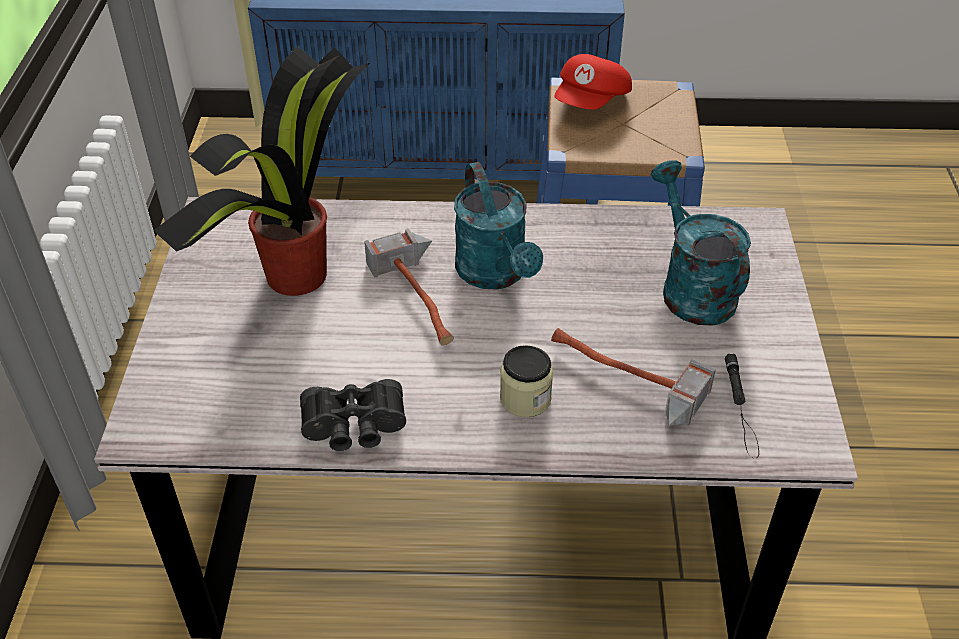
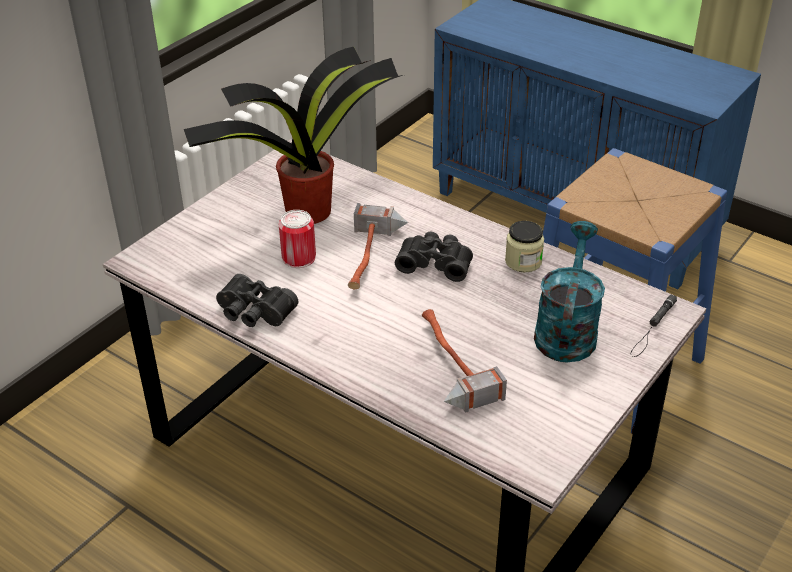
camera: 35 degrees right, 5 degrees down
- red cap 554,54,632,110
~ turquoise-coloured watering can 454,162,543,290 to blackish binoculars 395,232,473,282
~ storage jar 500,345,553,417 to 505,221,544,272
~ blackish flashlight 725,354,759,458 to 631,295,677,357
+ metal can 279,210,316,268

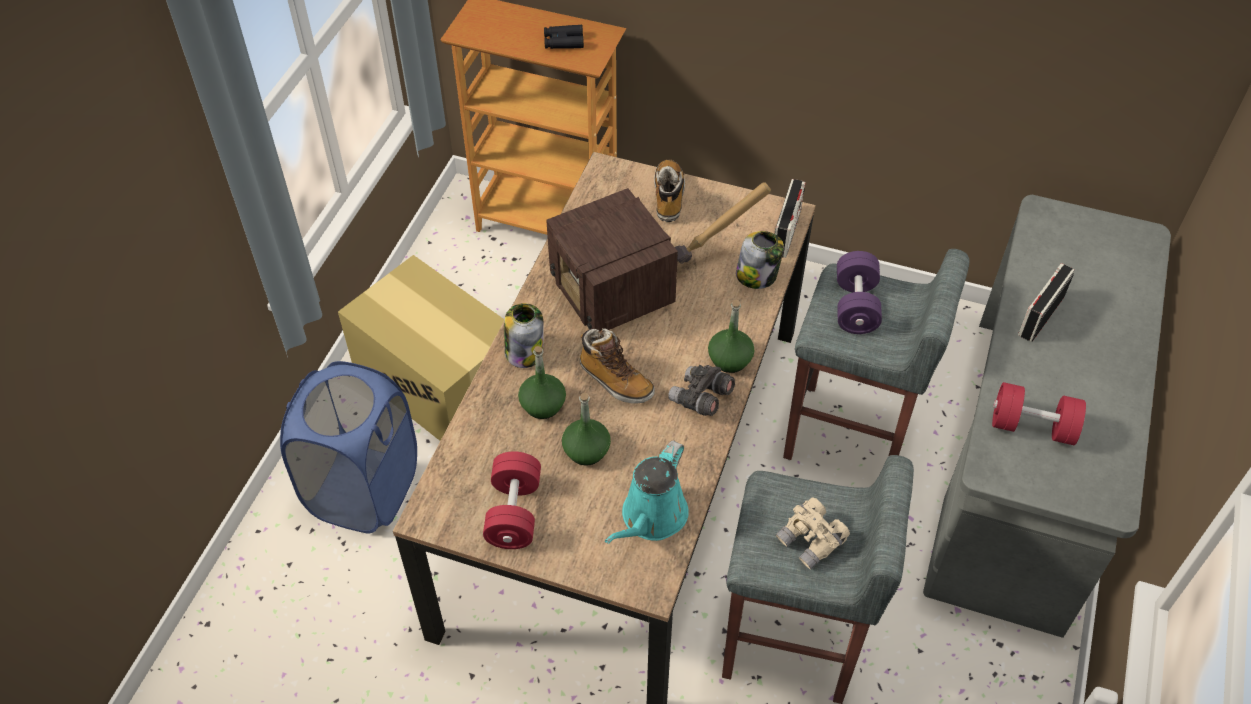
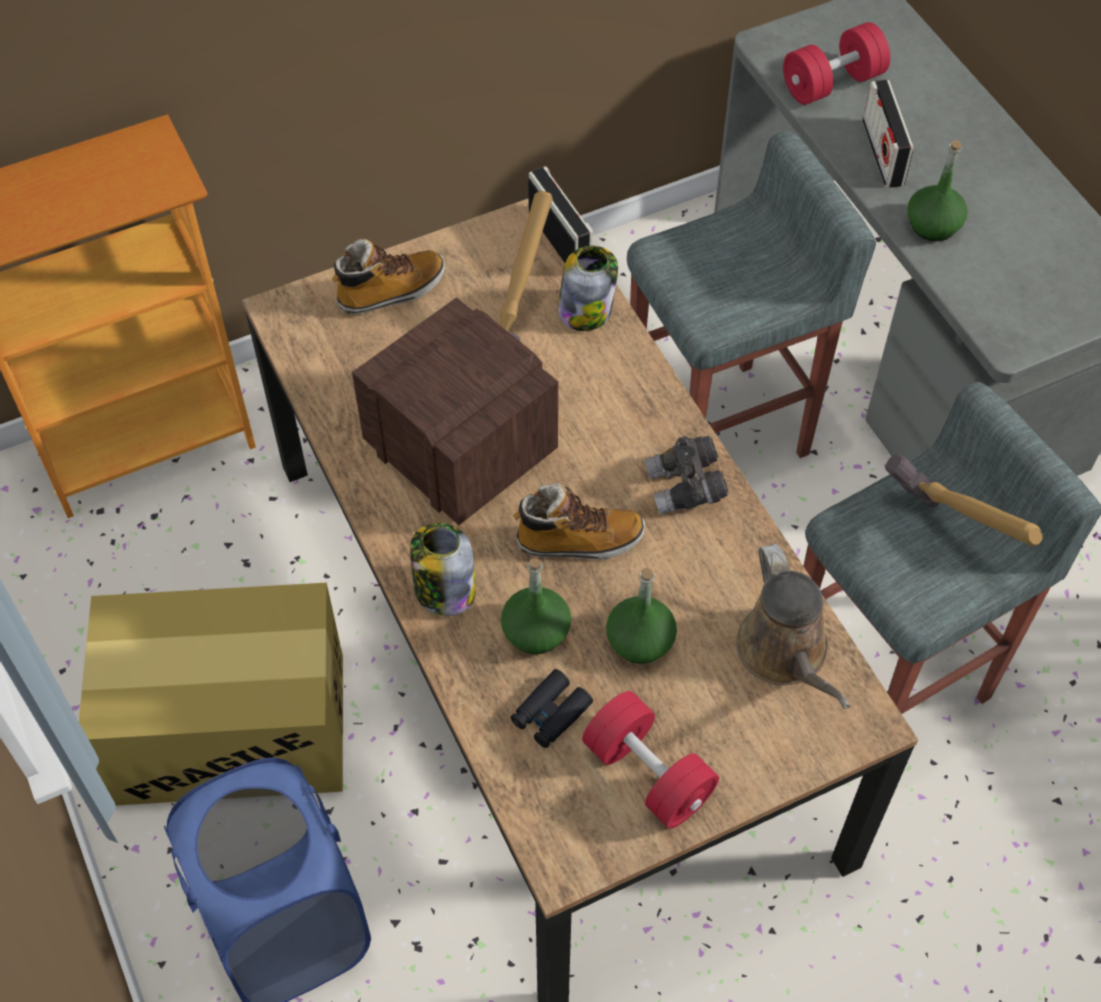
camera: 45 degrees left, 5 degrees up
~ blackish binoculars 544,25,584,49 to 511,669,593,748
~ high-top boot 654,159,685,222 = 331,239,445,315 105 degrees clockwise
~ radio set 546,188,678,331 = 352,297,558,525 150 degrees counterclockwise
- purplish dumbbell 837,251,882,334
~ green-coloured beverage bottle 708,300,754,373 to 907,140,968,241
~ red dumbbell 992,382,1086,445 to 783,22,890,105
~ turquoise-coloured watering can 605,440,689,544 to brown watering can 736,544,850,709
~ beige binoculars 776,497,850,569 to tool hammer 885,454,1043,546

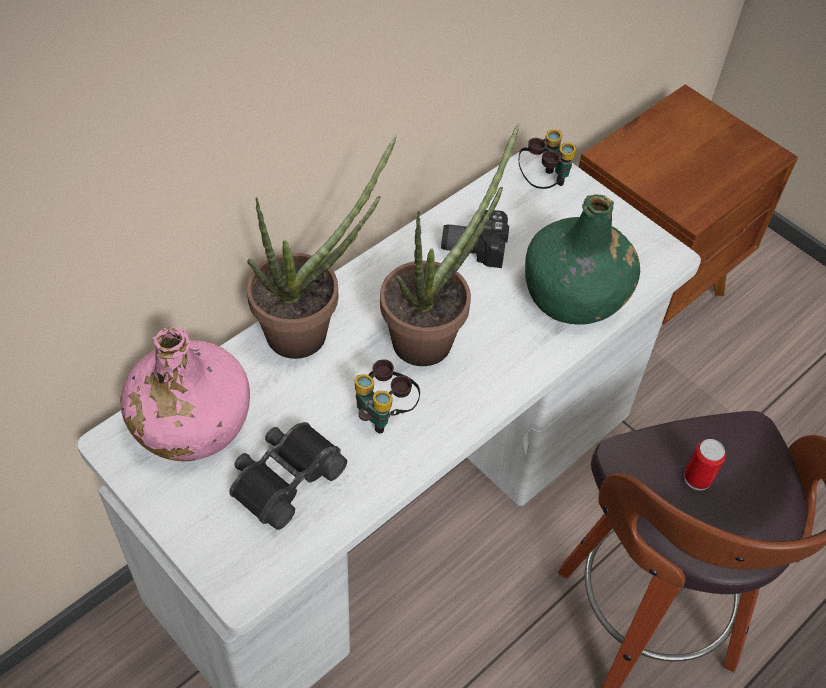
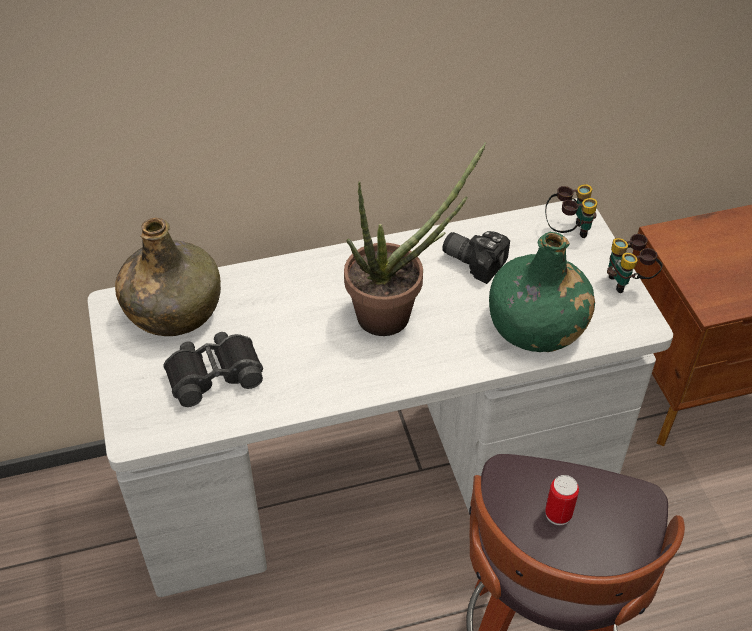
camera: 30 degrees right, 5 degrees down
- potted plant 247,134,397,359
~ pinkish beverage bottle 120,327,250,461 to green-coloured beverage bottle 115,217,221,336
~ binoculars 355,359,420,434 to 607,234,663,293

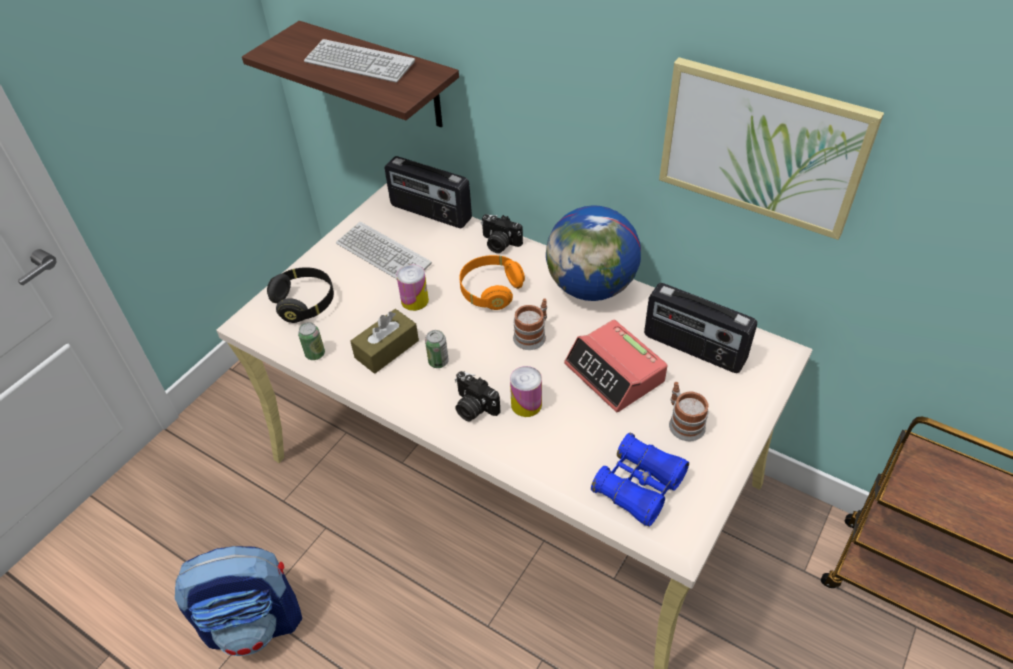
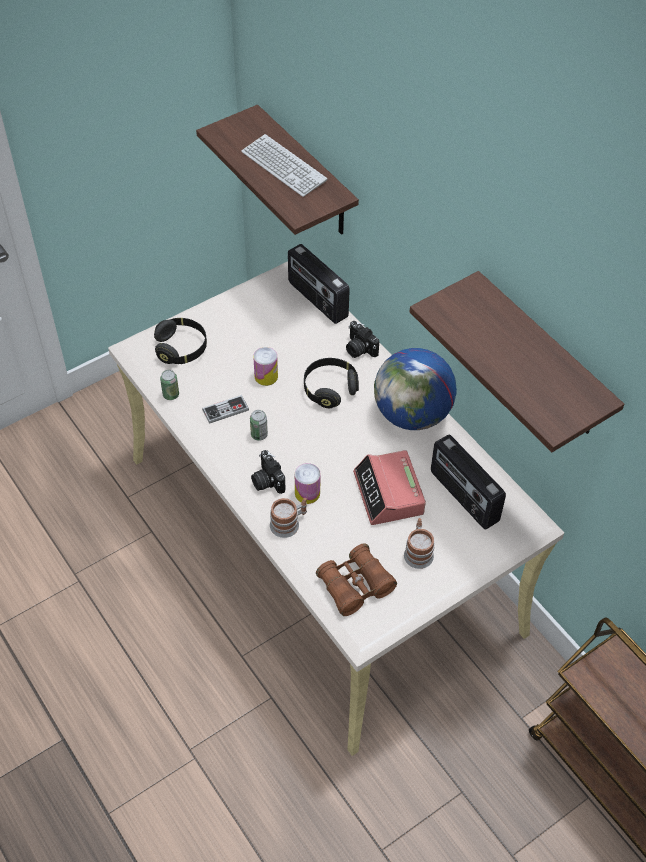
camera: 20 degrees right, 5 degrees up
~ picture 659,57,884,240 to shelf 410,271,624,452
- keyboard 336,222,432,279
~ orange headphones 459,255,525,310 to blackish headphones 304,358,359,408
~ mug 513,299,547,350 to 270,498,307,538
~ brown tissue box 350,309,419,374 to game controller 202,395,249,424
~ blue binoculars 591,433,689,527 to brown binoculars 316,543,397,616
- backpack 175,546,302,656

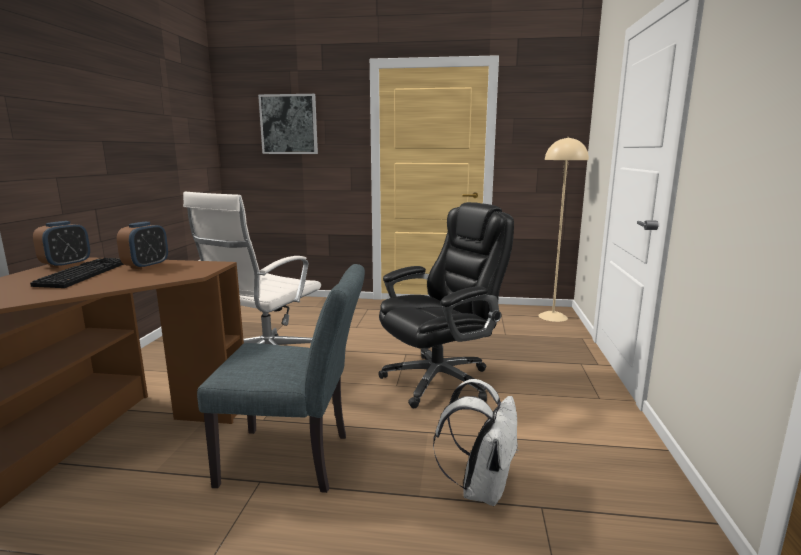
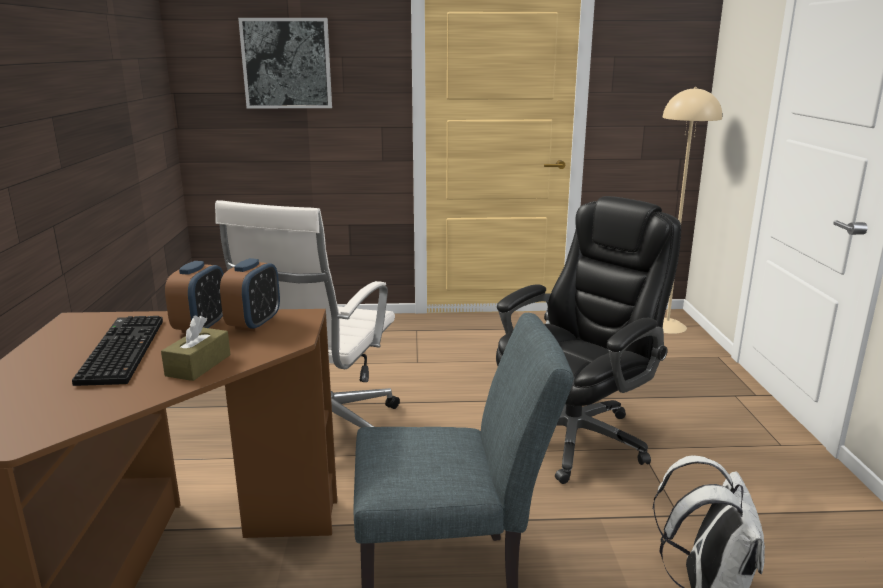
camera: 10 degrees left, 5 degrees up
~ alarm clock 33,221,90,268 to 220,258,280,332
+ brown tissue box 161,316,230,381

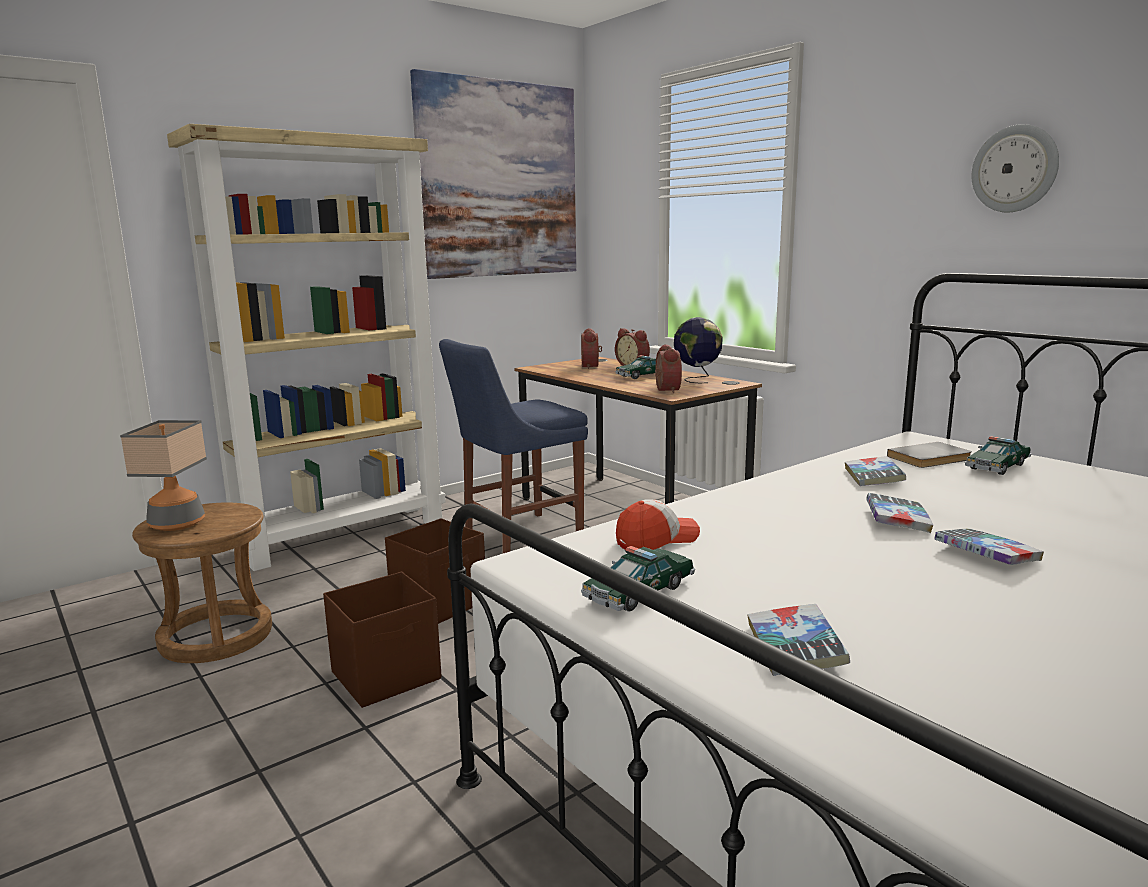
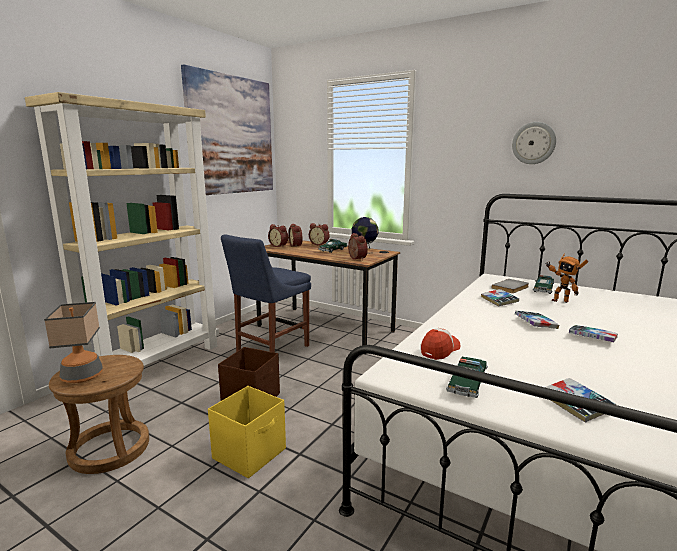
camera: 20 degrees left, 0 degrees up
~ brown storage box 323,572,441,708 to yellow storage box 208,386,286,479
+ alarm clock 268,224,288,247
+ robot figure 546,254,588,303

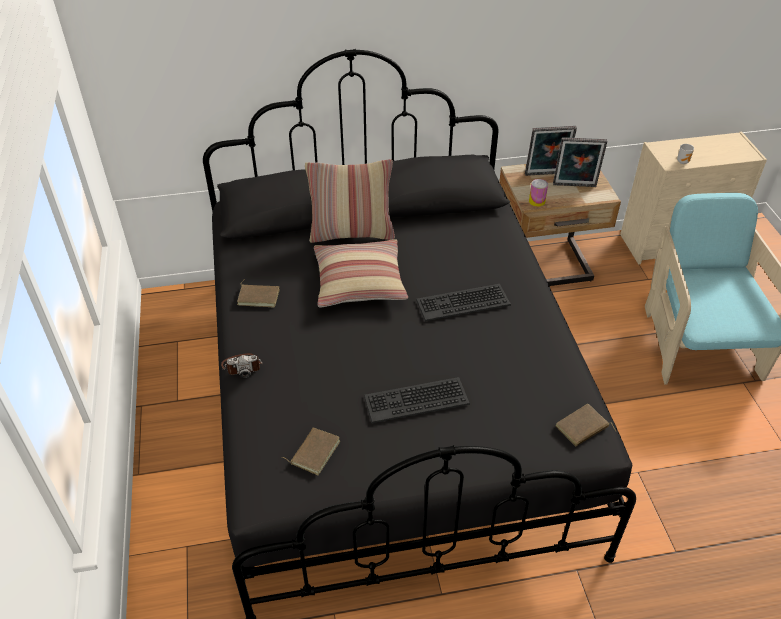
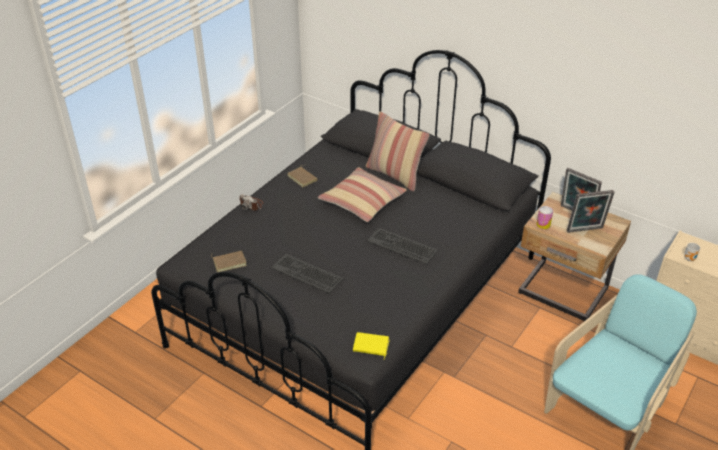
camera: 45 degrees right, 5 degrees down
~ standing frame 553,137,607,187 = 567,190,615,233 60 degrees counterclockwise
~ brown book 555,404,616,446 to yellow book 353,332,390,358

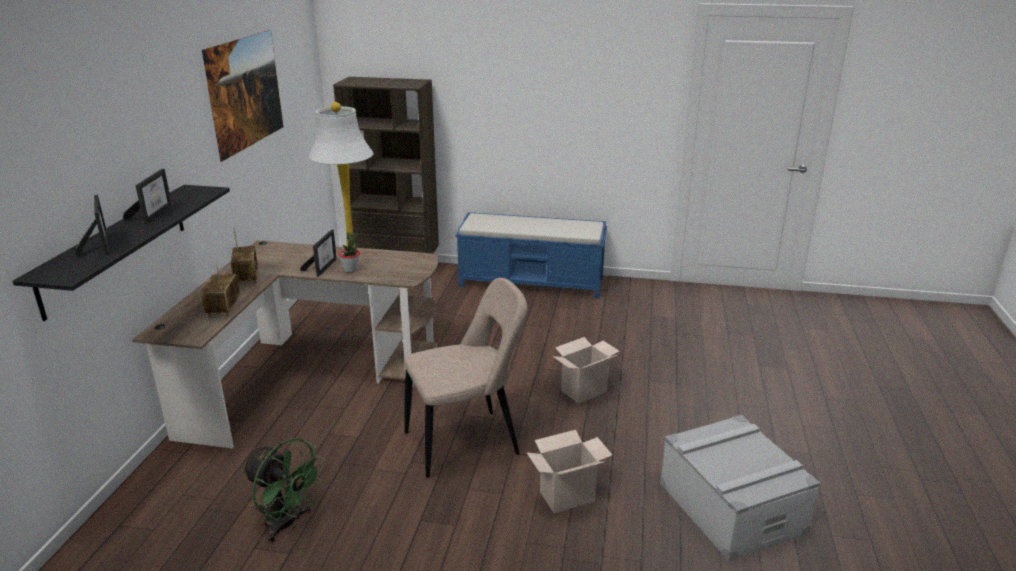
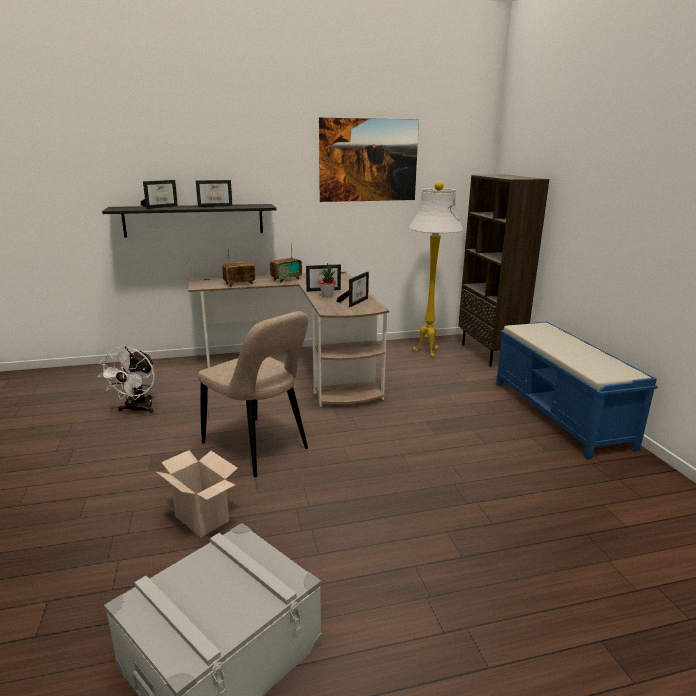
camera: 65 degrees right, 5 degrees down
- carton 553,337,619,404
~ green-coloured fan 242,438,325,543 to white fan 99,346,155,413
+ standing frame 336,272,369,307

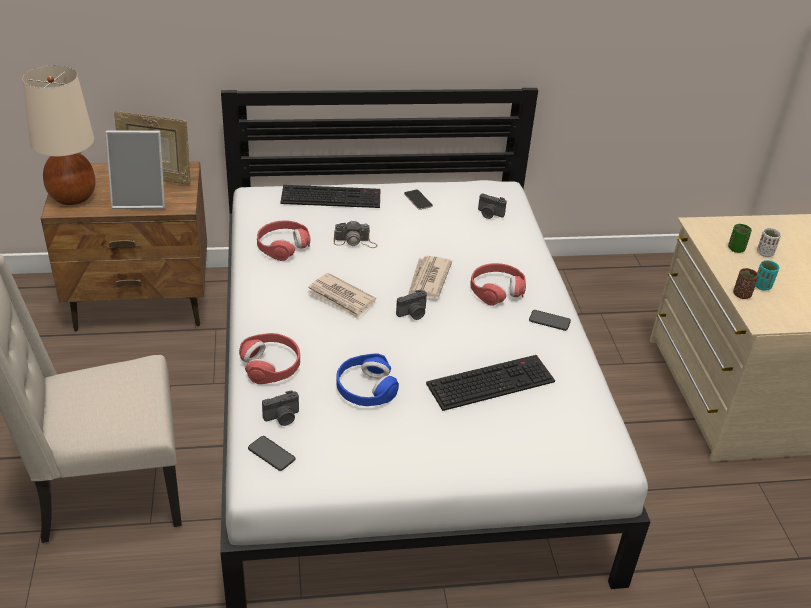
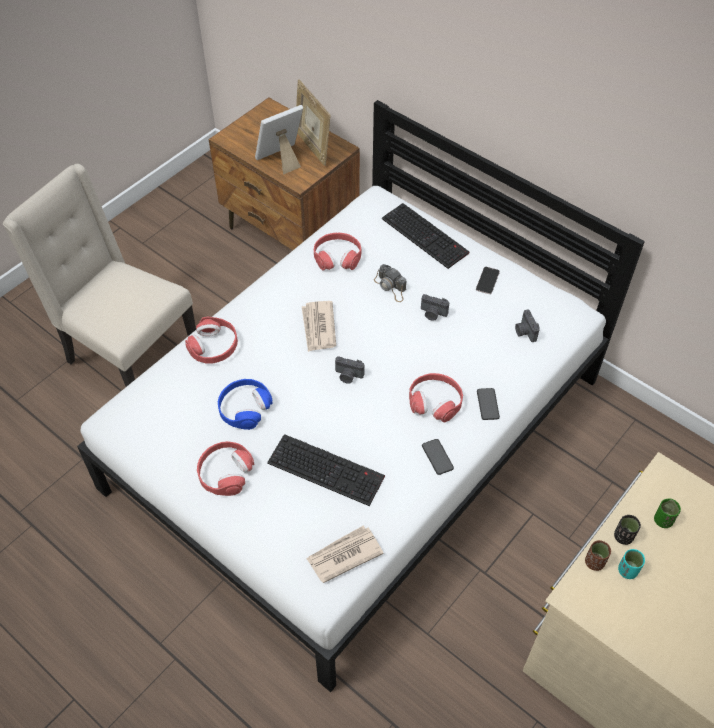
camera: 50 degrees right, 15 degrees up
- beige lamp for a table 22,65,96,205
~ standing frame 105,130,165,209 = 255,105,303,174 105 degrees clockwise
- white drinking cup 757,228,781,257
~ printed paper 408,256,452,298 to 306,526,384,583
~ still camera 262,390,299,426 to 421,294,449,321
~ handset 248,436,296,471 to 477,388,500,420
+ red headphones 197,441,254,496
+ blackish drinking cup 614,515,641,545

